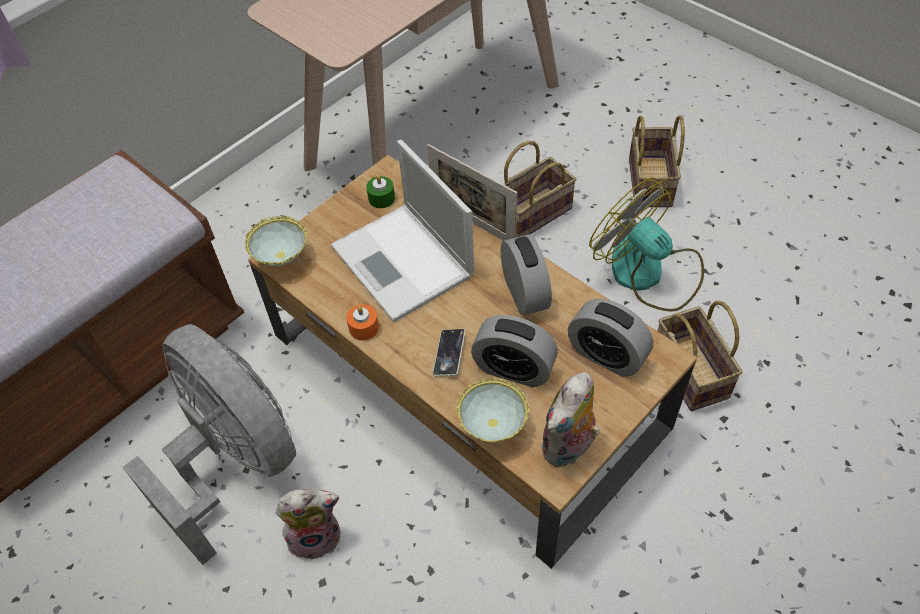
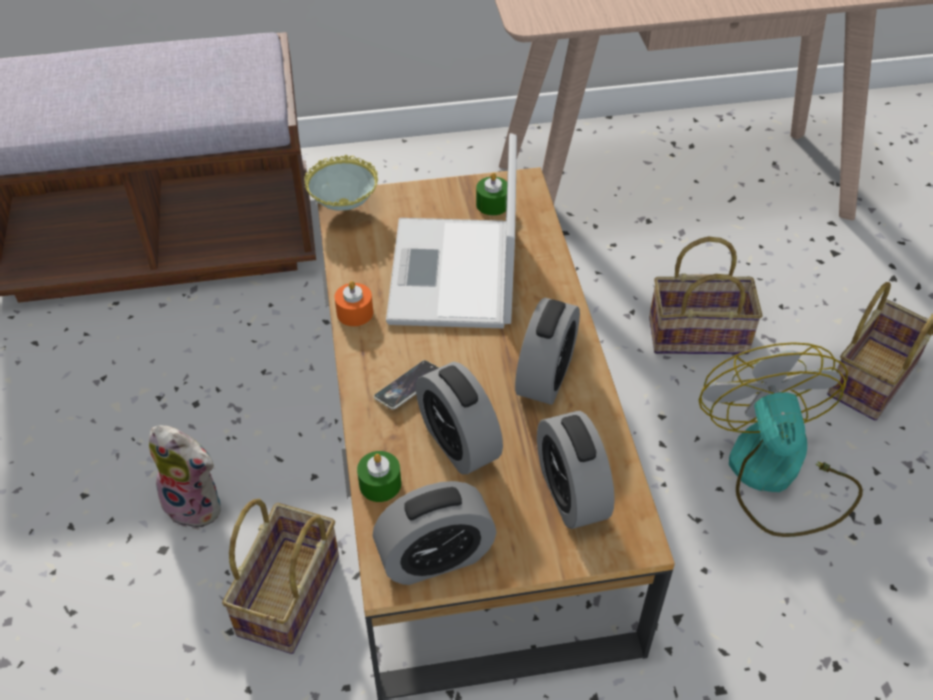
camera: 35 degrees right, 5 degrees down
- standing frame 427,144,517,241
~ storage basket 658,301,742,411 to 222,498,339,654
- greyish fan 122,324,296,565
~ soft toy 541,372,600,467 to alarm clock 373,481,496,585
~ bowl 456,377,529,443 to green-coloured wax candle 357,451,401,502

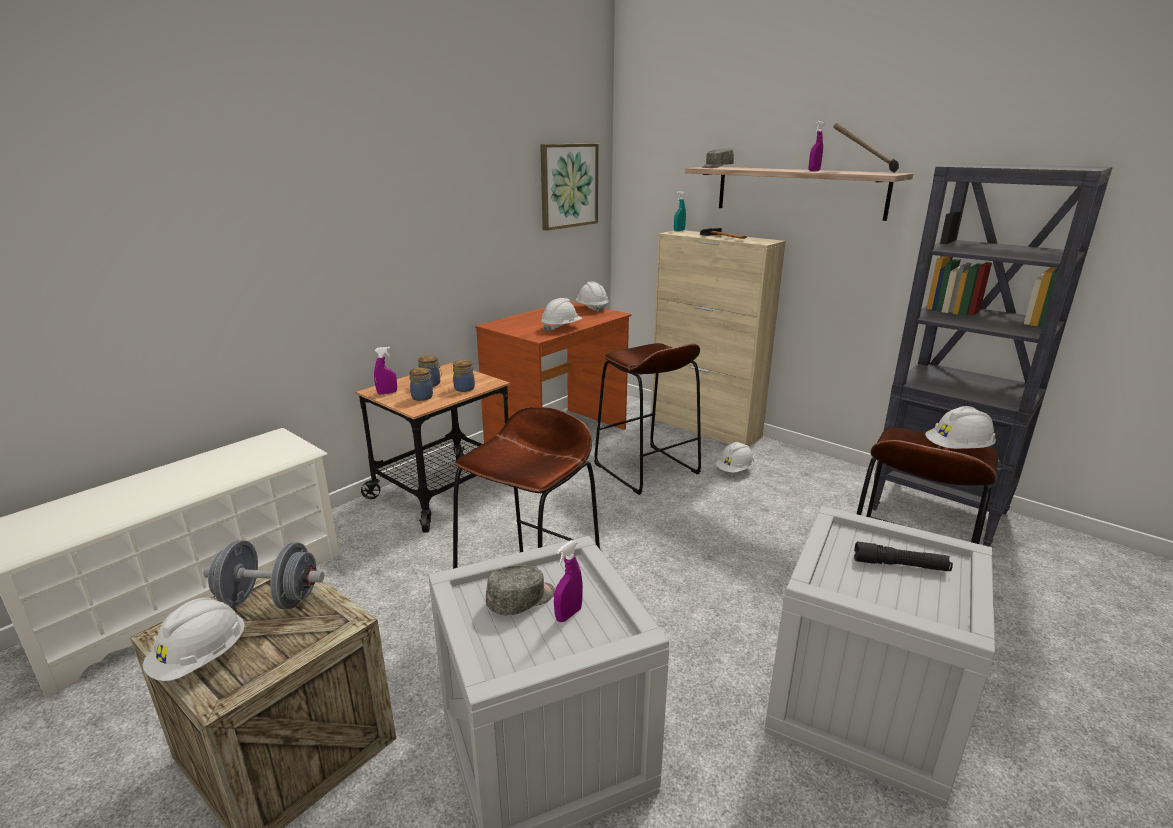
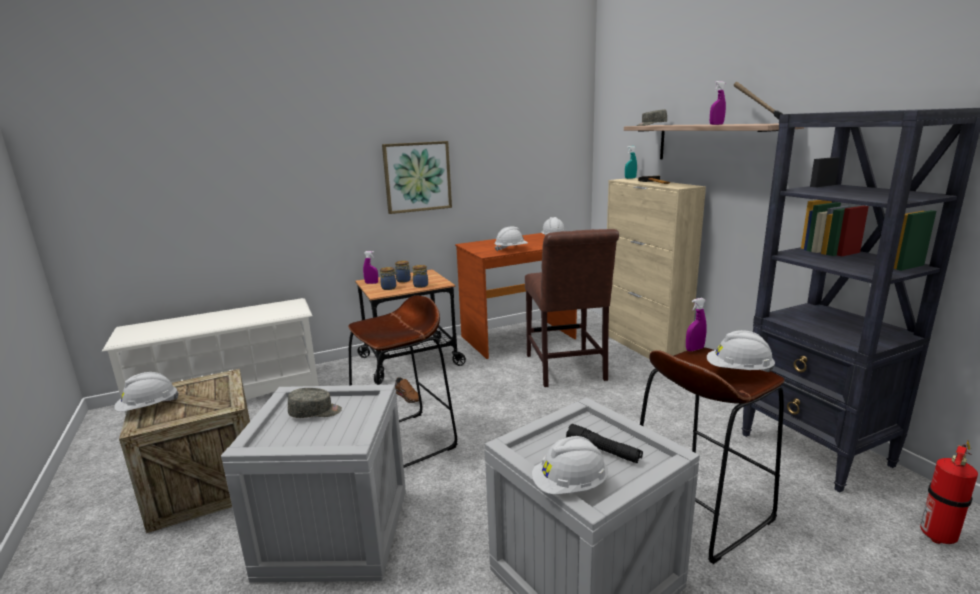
camera: 25 degrees right, 5 degrees down
~ picture 540,143,598,231 to 382,141,452,214
~ brown stool 594,343,701,495 to brown chair 525,229,619,387
~ white hard hat 716,442,754,473 to 532,436,608,495
- greyish dumbbell 203,540,324,609
~ purplish hand sprayer 554,541,583,622 to 686,298,707,351
+ brown shoe 395,378,422,403
+ extinguisher 920,441,978,544

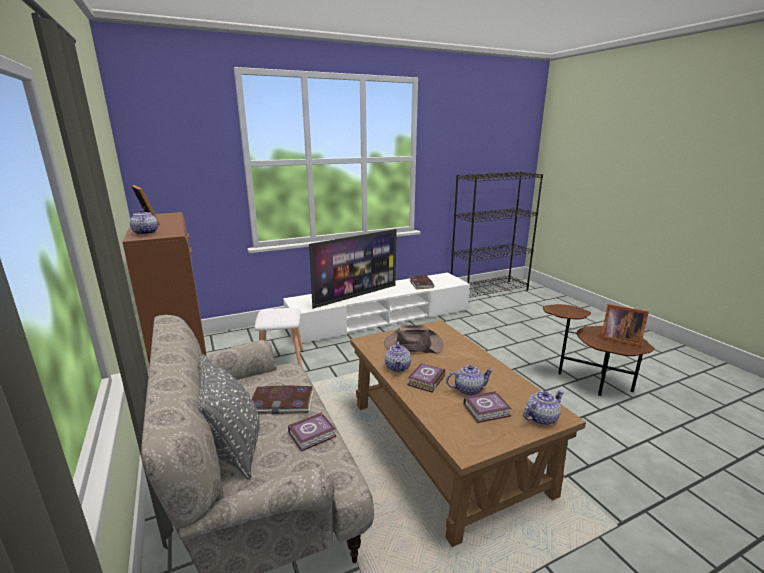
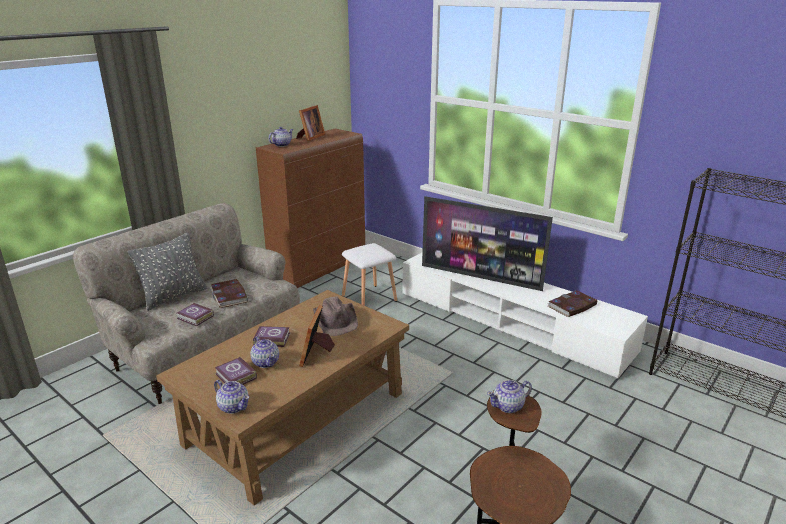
camera: 65 degrees right, 5 degrees up
~ standing frame 601,304,649,347 to 299,305,335,367
~ pot for tea 385,341,411,372 to 487,380,532,413

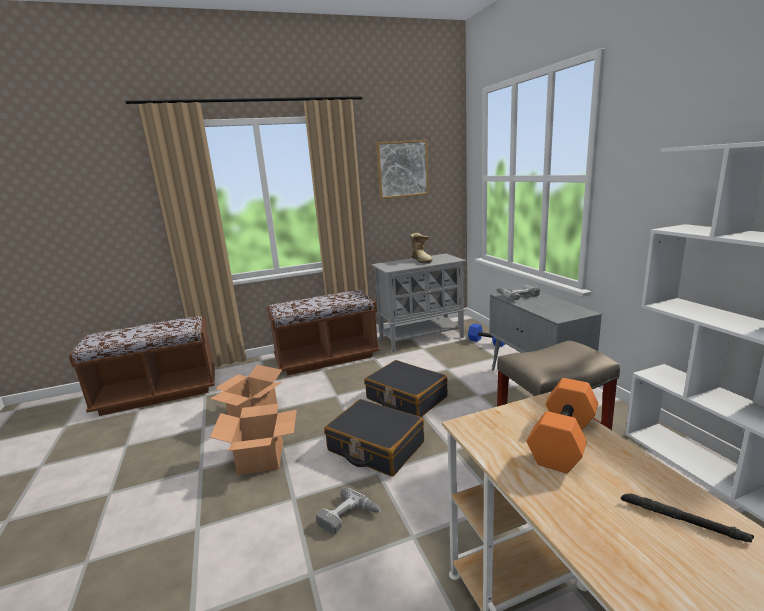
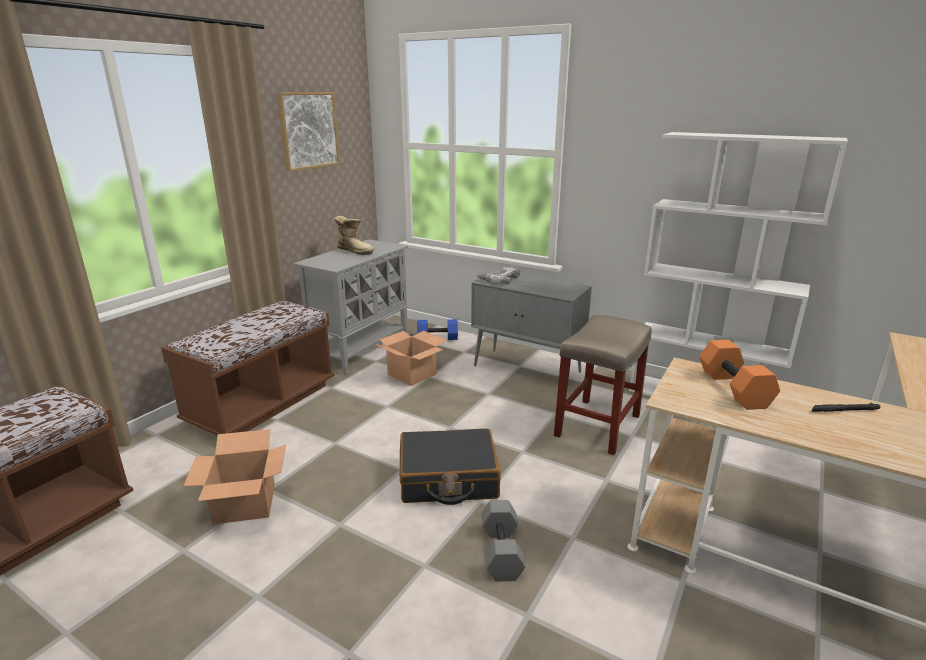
camera: 40 degrees left, 5 degrees up
- blackish suitcase 364,360,448,417
~ carton 210,404,297,475 to 374,331,448,386
~ drill 316,487,381,535 to greyish dumbbell 482,500,525,582

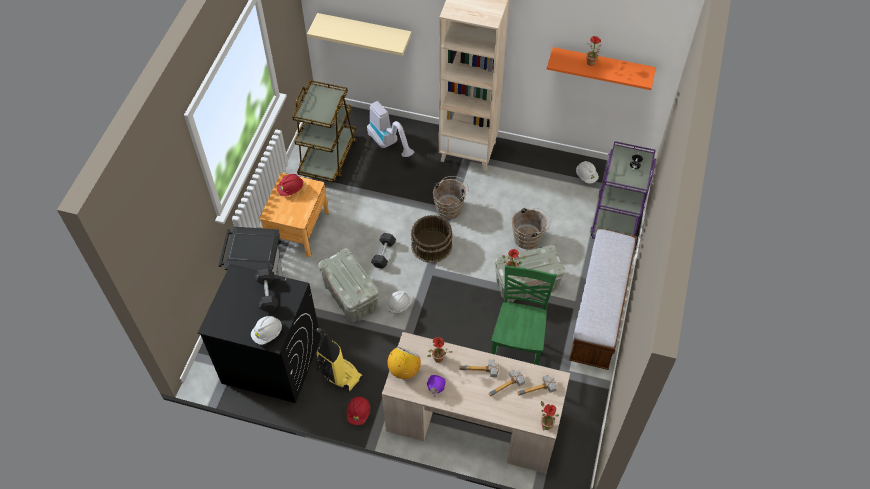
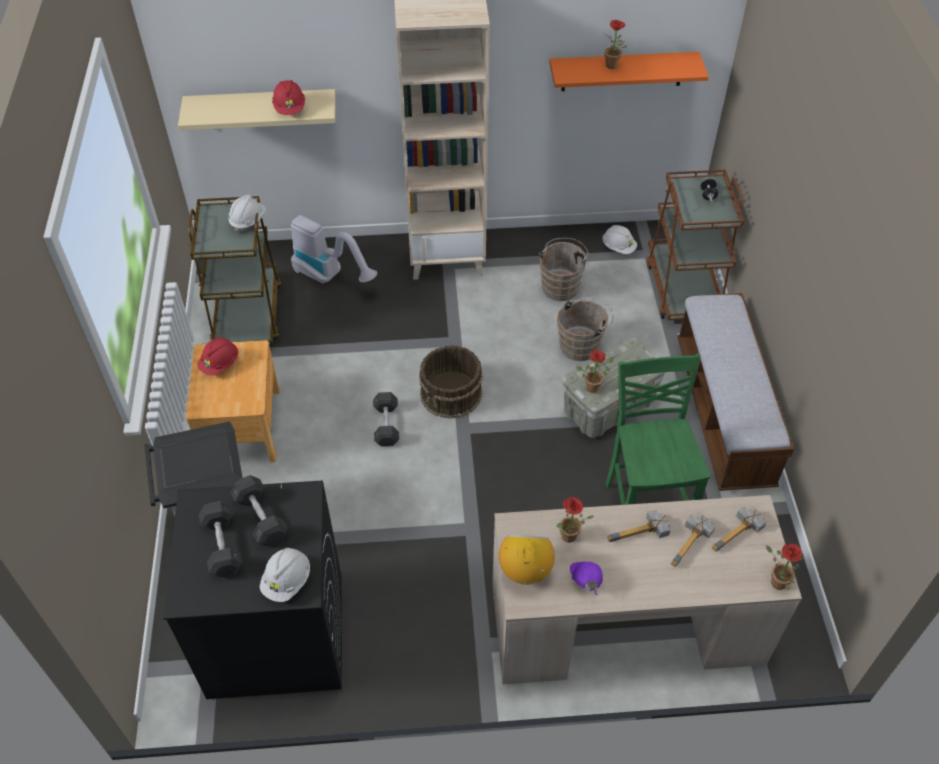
camera: 20 degrees left, 5 degrees down
~ purplish wheeled cart 590,141,656,239 to brown wheeled cart 647,169,744,320
~ brown bucket 433,176,469,219 to 539,238,590,301
- greyish storage box 318,249,379,322
~ white hard hat 386,291,413,314 to 228,195,266,233
- hoover 316,328,363,393
~ red hard hat 347,396,370,425 to 272,80,305,115
+ greyish dumbbell 199,501,242,577

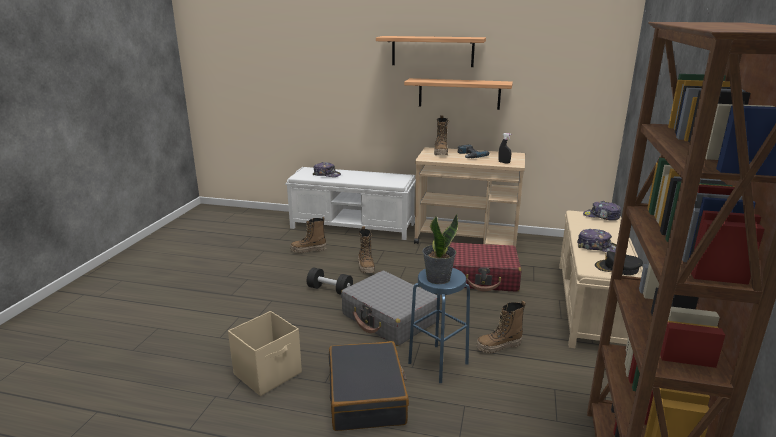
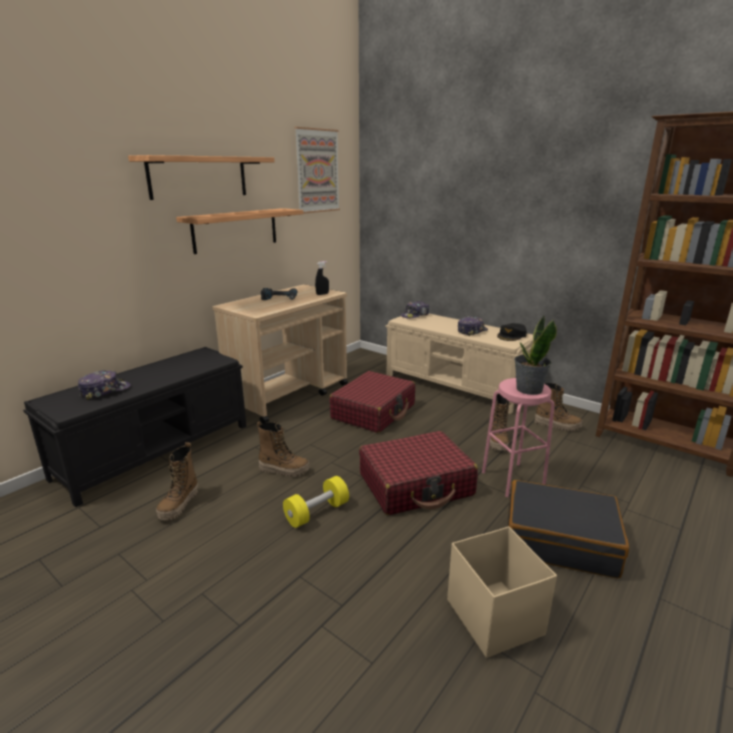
camera: 65 degrees left, 0 degrees up
~ high-top boot 434,115,449,155 to 534,383,582,431
~ white long seat 285,167,416,240 to blackish long seat 23,347,247,507
~ blackish dumbbell 307,267,353,295 to yellow dumbbell 283,476,349,528
~ blue stool 408,268,470,383 to pinkish stool 482,378,555,497
~ greyish suitcase 341,271,437,346 to red suitcase 359,431,478,515
+ picture 294,127,340,214

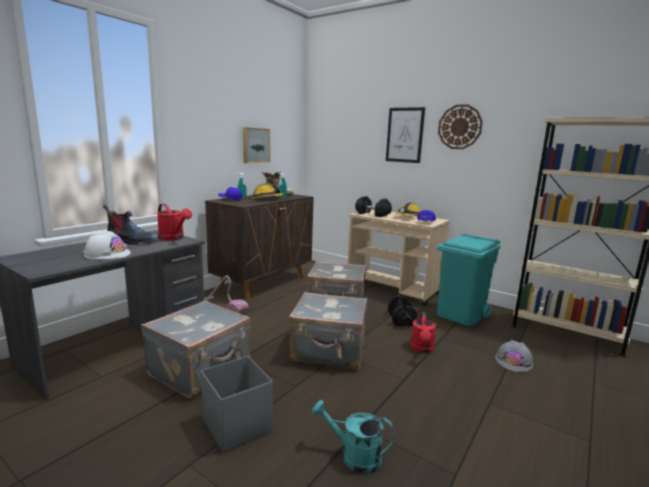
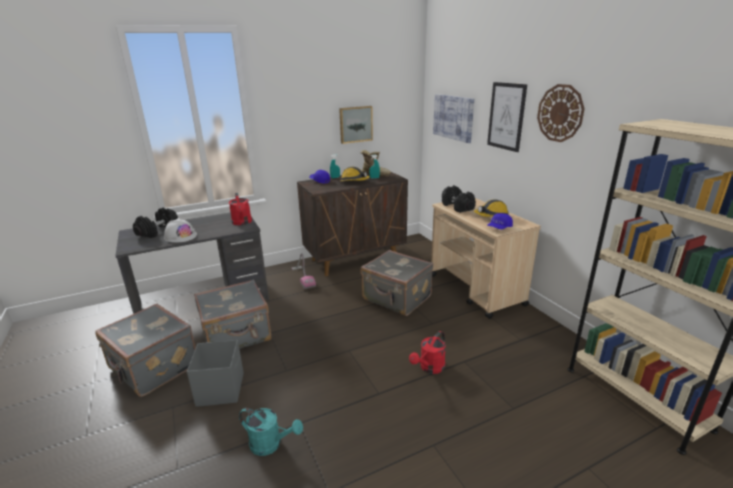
camera: 30 degrees right, 10 degrees up
- high-top boot 103,205,159,245
- turquoise-coloured trash can 436,233,501,326
~ greyish suitcase 289,292,367,370 to 95,304,196,397
~ blackish dumbbell 388,296,417,326 to 133,208,178,238
- greyish hard hat 495,340,533,372
~ turquoise-coloured watering can 312,400,395,474 = 239,408,303,456 150 degrees clockwise
+ picture 433,94,474,143

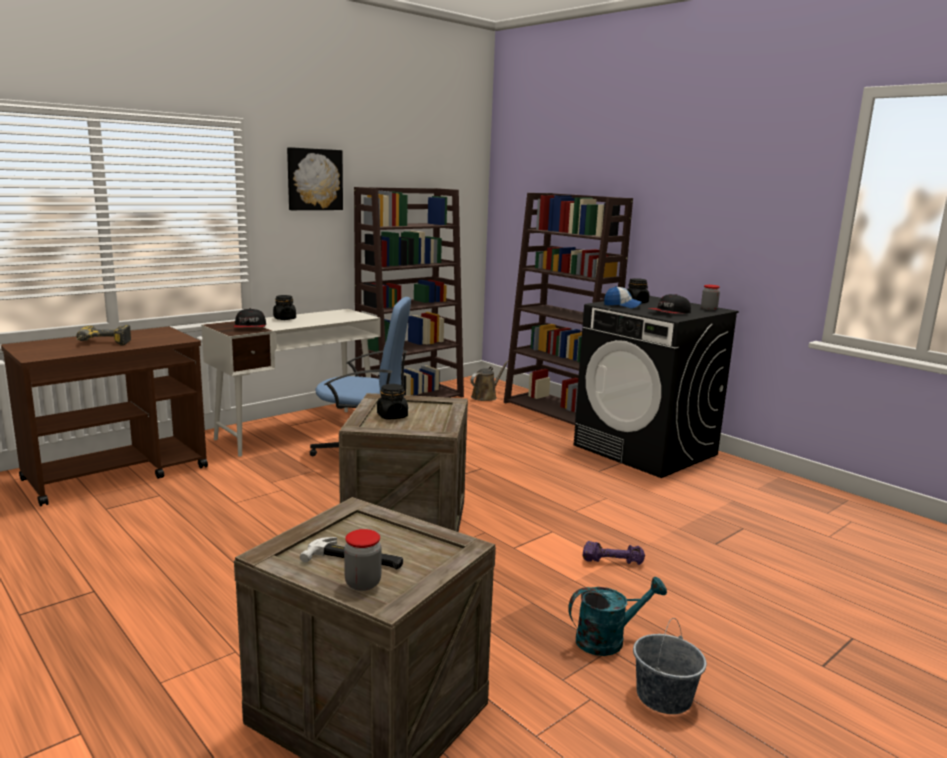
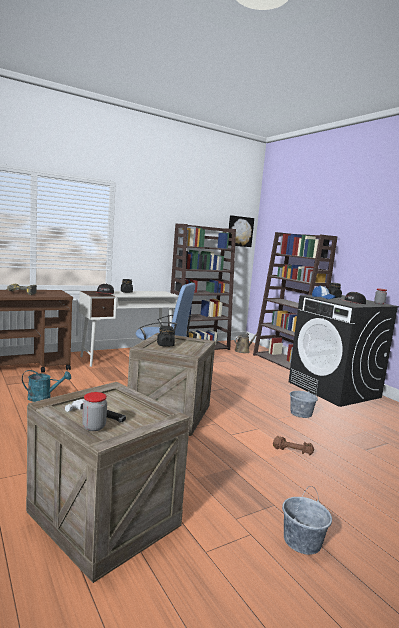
camera: 10 degrees right, 5 degrees down
~ picture 287,147,343,210 to 228,215,254,247
~ purplish dumbbell 582,541,645,565 to brown dumbbell 273,436,314,456
~ turquoise-coloured watering can 568,577,667,656 to 22,370,71,402
+ greyish bucket 290,382,318,418

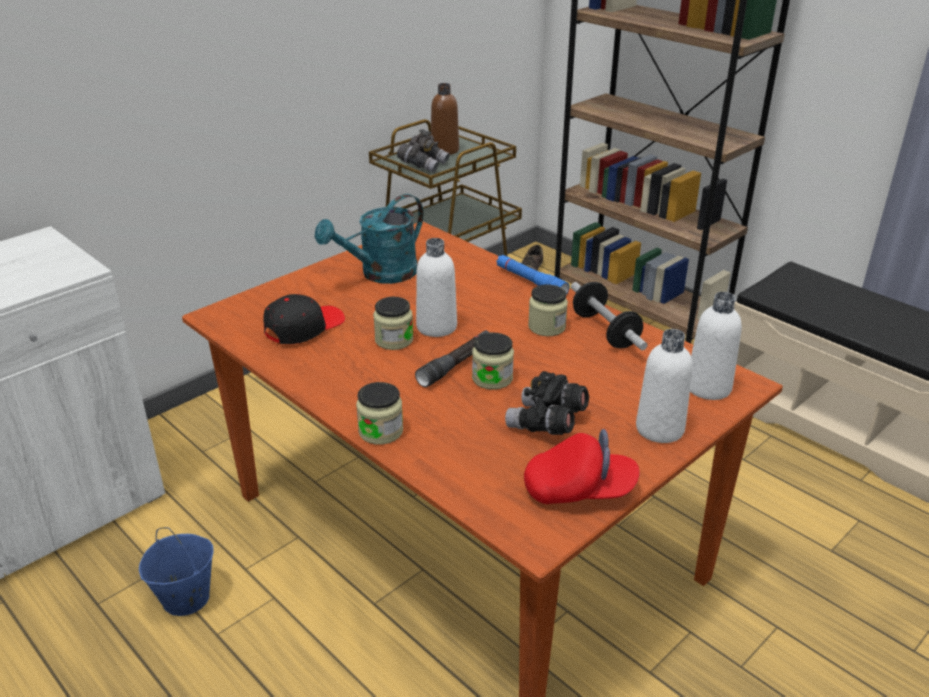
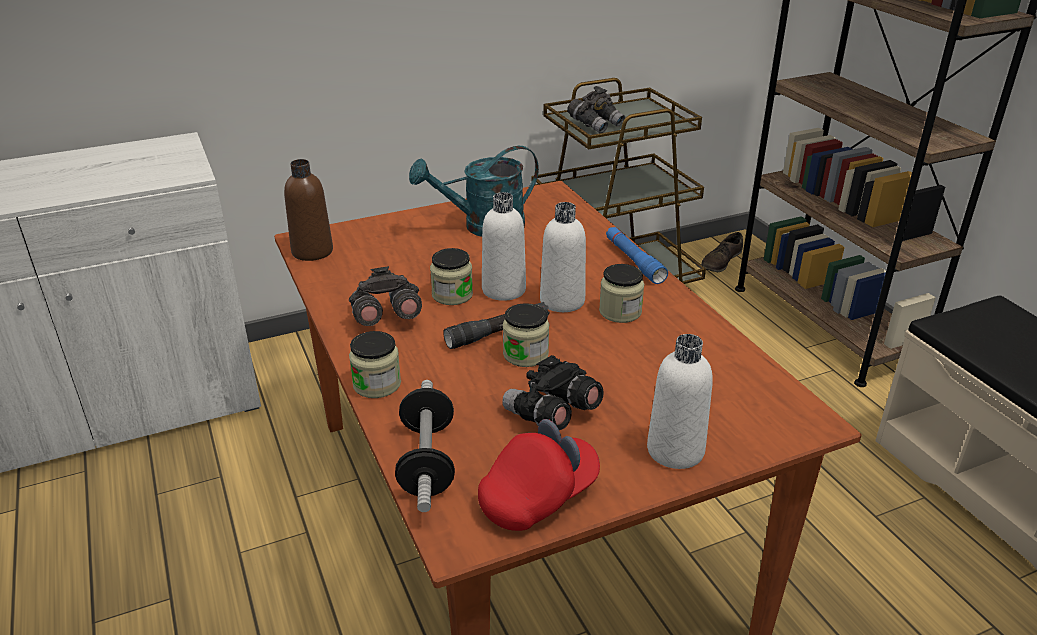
camera: 20 degrees right, 0 degrees up
~ brown beverage bottle 431,83,459,155 to 284,159,333,261
~ dumbbell 571,282,648,350 to 395,380,455,512
~ white beverage bottle 690,292,742,400 to 540,202,586,312
- blackish cap 263,294,345,344
~ red cap 524,429,640,504 = 478,419,600,531 60 degrees counterclockwise
- blue bucket 139,527,214,616
+ greyish binoculars 349,266,422,326

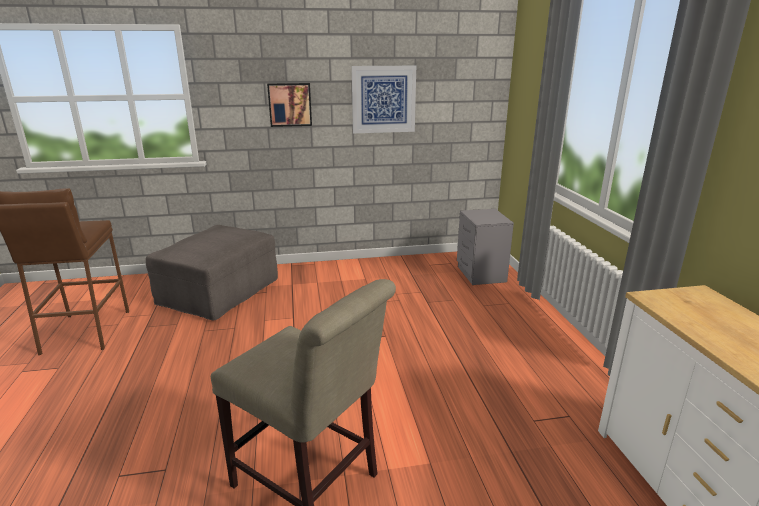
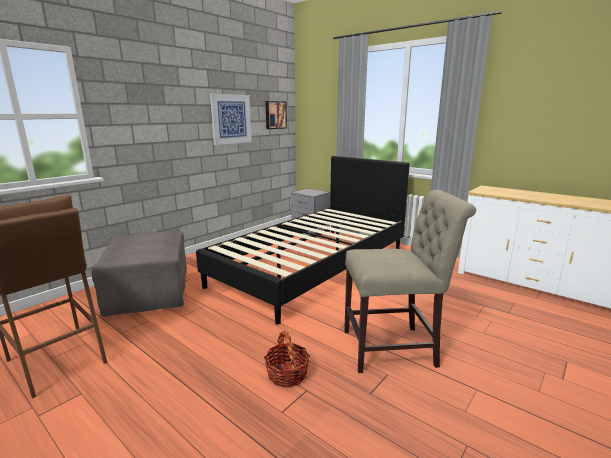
camera: 40 degrees left, 5 degrees down
~ picture 267,83,312,127 to 265,101,287,129
+ blackish bed 196,156,410,325
+ storage basket 264,330,310,387

